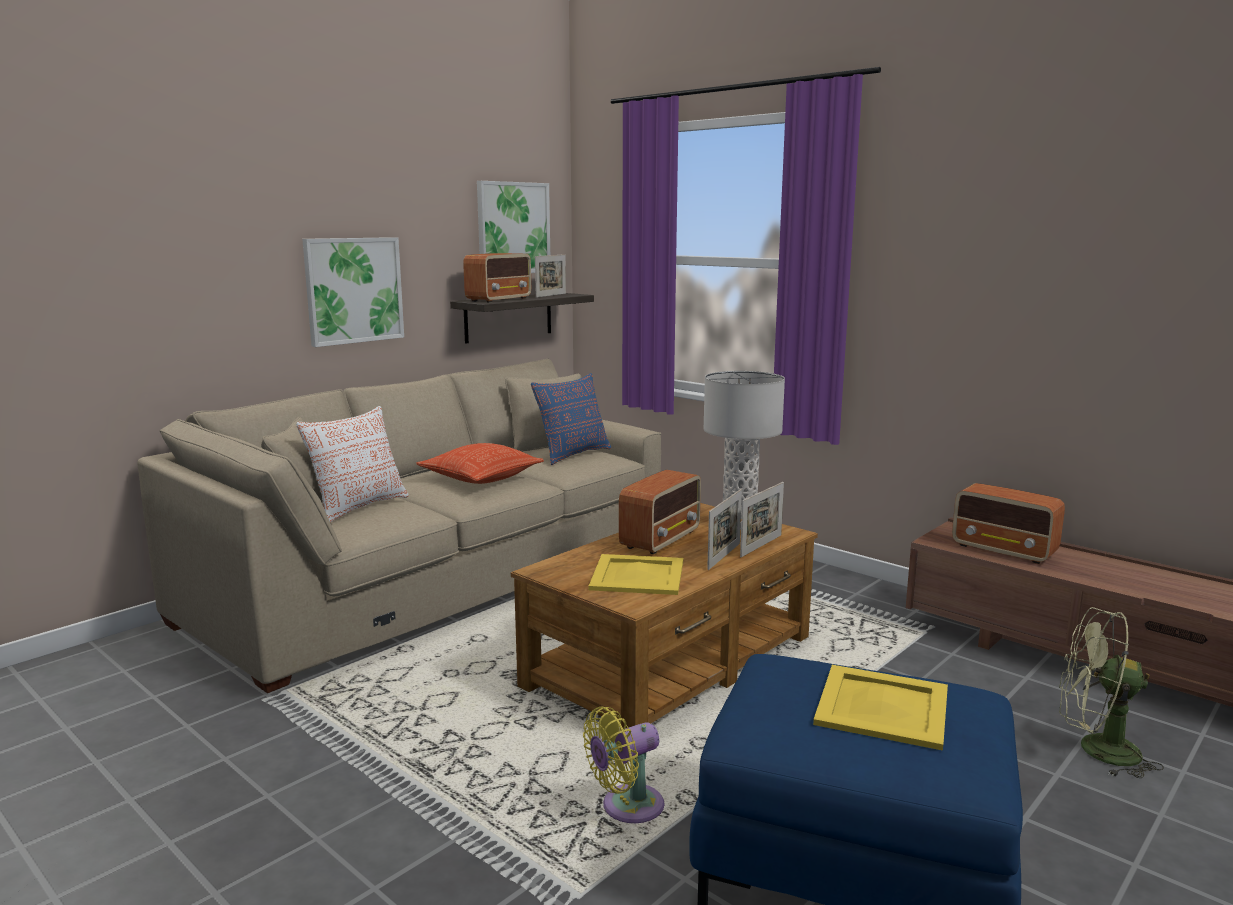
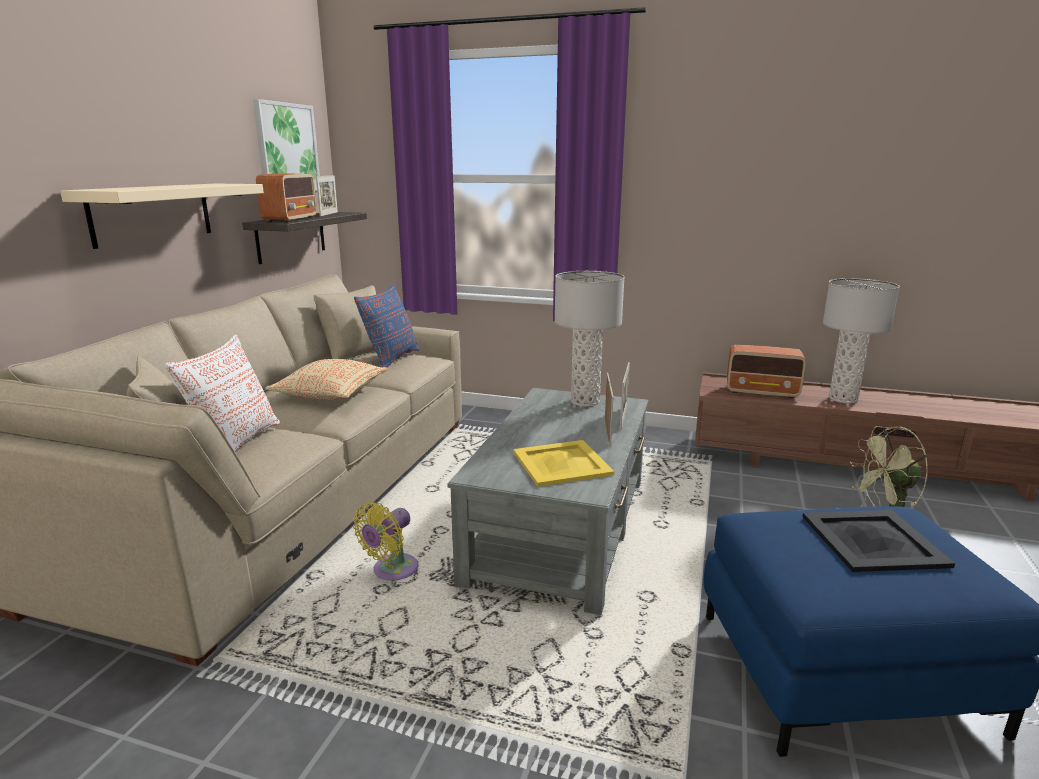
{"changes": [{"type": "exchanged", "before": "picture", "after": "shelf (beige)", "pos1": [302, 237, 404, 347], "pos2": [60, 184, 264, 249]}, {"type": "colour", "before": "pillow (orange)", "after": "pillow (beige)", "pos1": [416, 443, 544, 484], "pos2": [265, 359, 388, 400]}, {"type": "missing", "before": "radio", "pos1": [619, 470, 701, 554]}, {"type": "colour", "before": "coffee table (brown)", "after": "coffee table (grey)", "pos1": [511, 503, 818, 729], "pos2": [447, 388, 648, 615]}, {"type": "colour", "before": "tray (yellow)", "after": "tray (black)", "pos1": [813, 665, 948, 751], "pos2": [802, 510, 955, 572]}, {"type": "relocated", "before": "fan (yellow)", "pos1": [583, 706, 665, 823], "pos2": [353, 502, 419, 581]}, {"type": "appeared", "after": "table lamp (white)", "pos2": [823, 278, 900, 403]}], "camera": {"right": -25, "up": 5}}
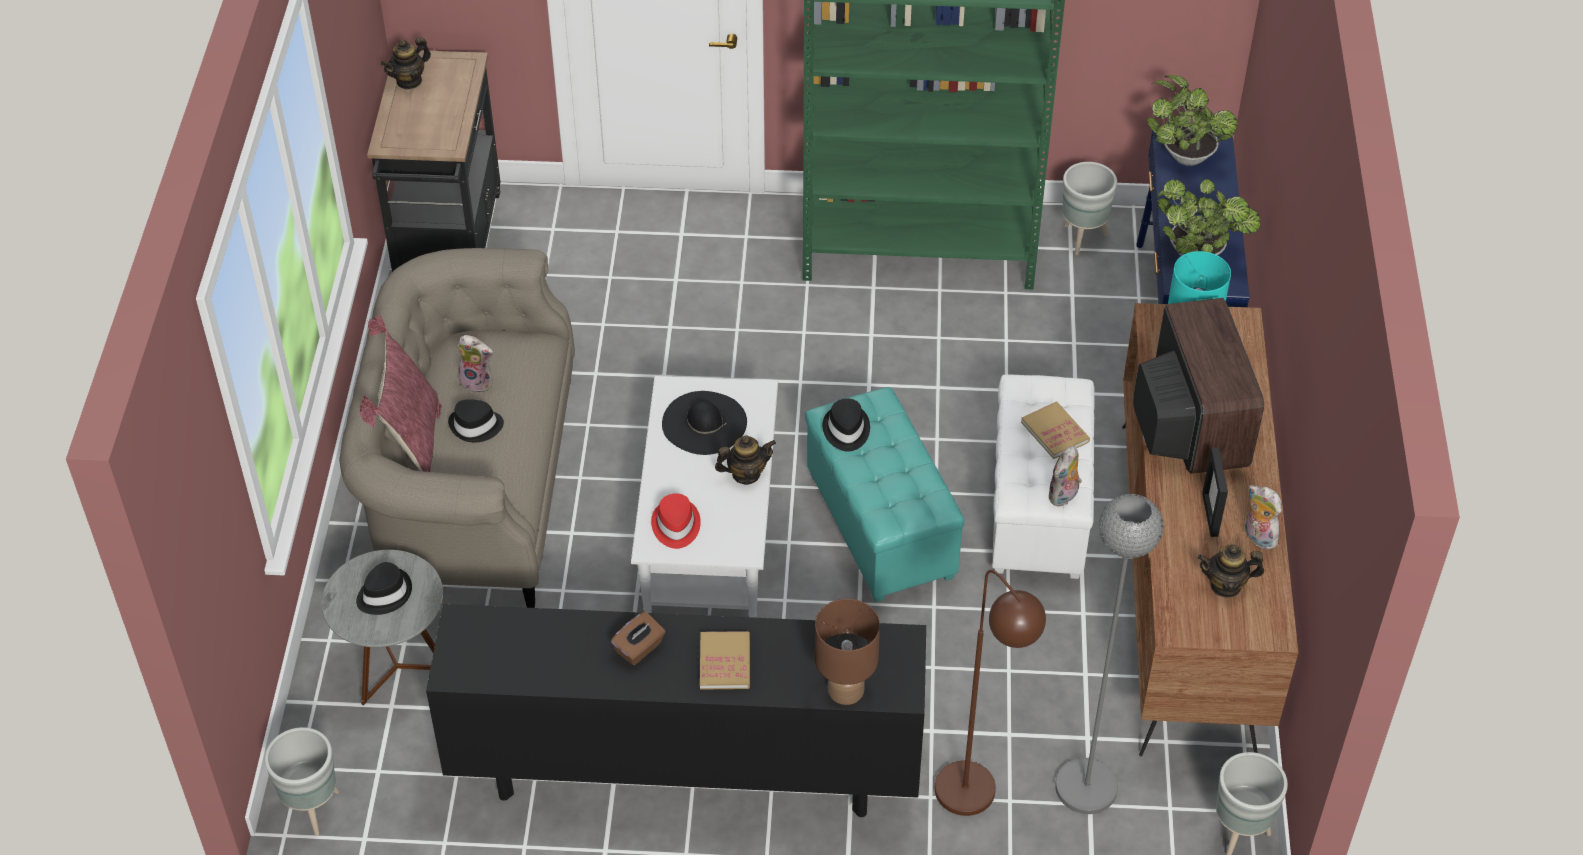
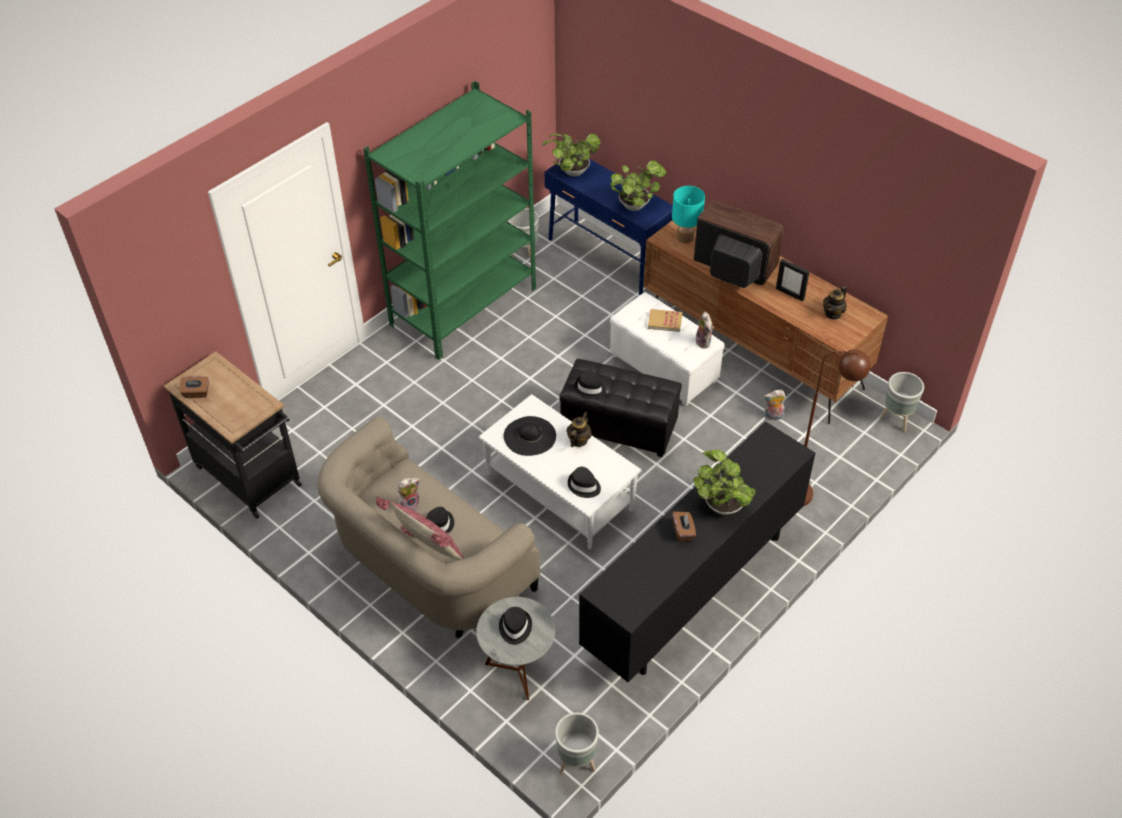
{"changes": [{"type": "exchanged", "before": "teapot", "after": "tissue box (brown)", "pos1": [381, 37, 431, 90], "pos2": [180, 376, 209, 398]}, {"type": "colour", "before": "ottoman (turquoise)", "after": "ottoman (black)", "pos1": [805, 387, 964, 602], "pos2": [559, 359, 682, 457]}, {"type": "relocated", "before": "plush toy", "pos1": [1245, 485, 1281, 550], "pos2": [764, 390, 786, 420]}, {"type": "colour", "before": "hat (red)", "after": "hat (black)", "pos1": [651, 493, 701, 549], "pos2": [568, 467, 601, 498]}, {"type": "missing", "before": "floor lamp (grey)", "pos1": [1055, 494, 1164, 814]}, {"type": "missing", "before": "table lamp (brown)", "pos1": [815, 599, 880, 705]}, {"type": "exchanged", "before": "book", "after": "potted plant", "pos1": [700, 631, 750, 690], "pos2": [694, 450, 756, 515]}], "camera": {"right": -50, "up": 0}}
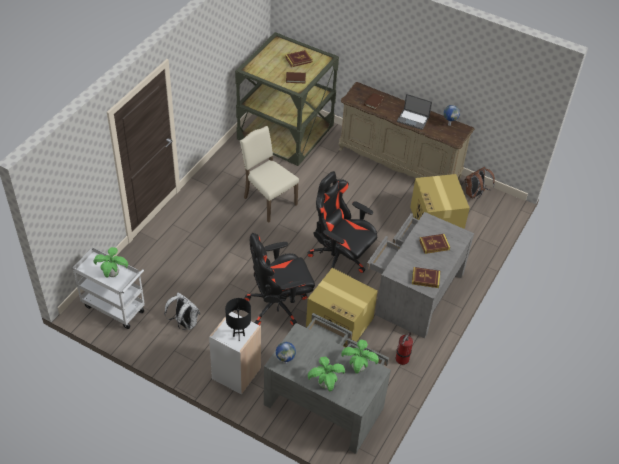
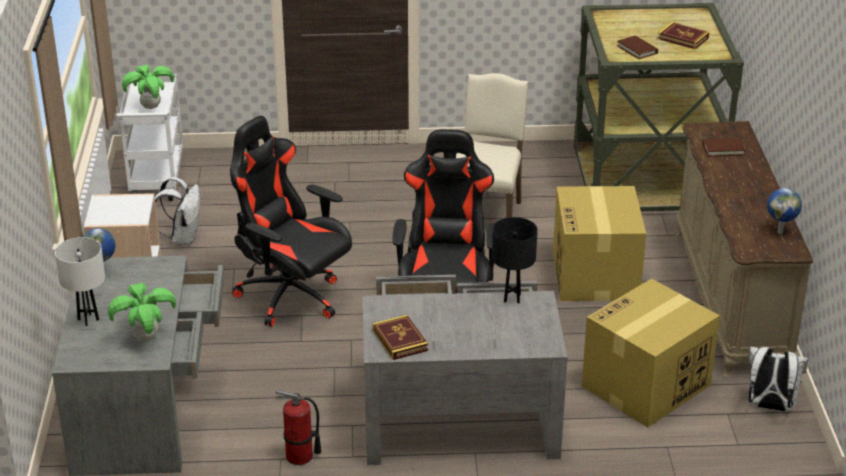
{"changes": [{"type": "missing", "before": "laptop", "pos1": [397, 94, 432, 130]}, {"type": "colour", "before": "backpack (brown)", "after": "backpack (white)", "pos1": [465, 167, 495, 199], "pos2": [748, 347, 808, 412]}, {"type": "missing", "before": "book", "pos1": [419, 234, 450, 254]}, {"type": "relocated", "before": "cardboard box", "pos1": [306, 268, 378, 347], "pos2": [553, 186, 646, 301]}, {"type": "relocated", "before": "table lamp (black)", "pos1": [225, 298, 251, 341], "pos2": [492, 217, 538, 304]}, {"type": "exchanged", "before": "potted plant", "after": "table lamp (white)", "pos1": [308, 356, 345, 391], "pos2": [55, 237, 105, 326]}], "camera": {"right": 60, "up": -15}}
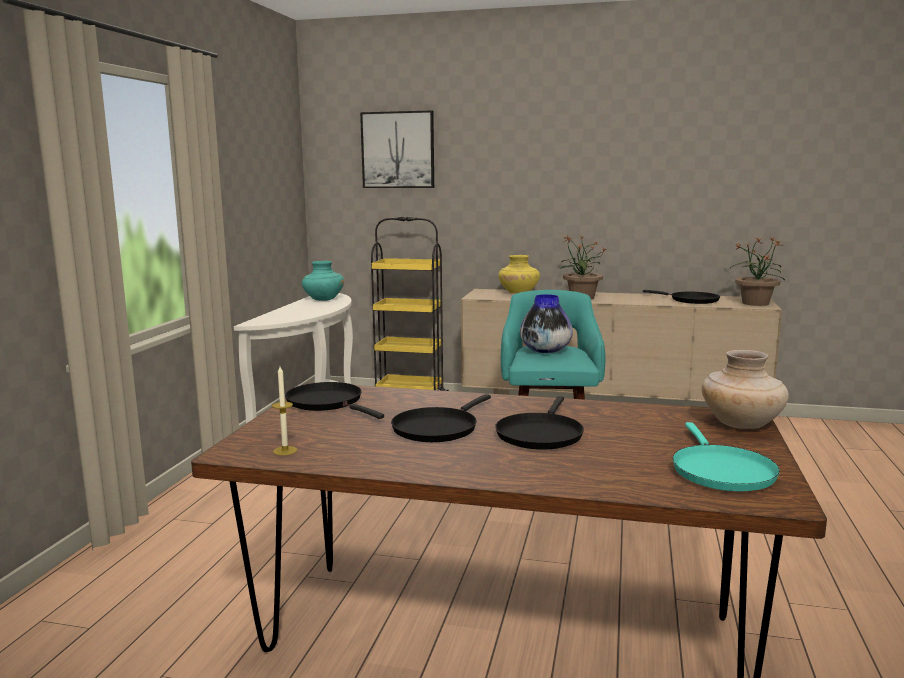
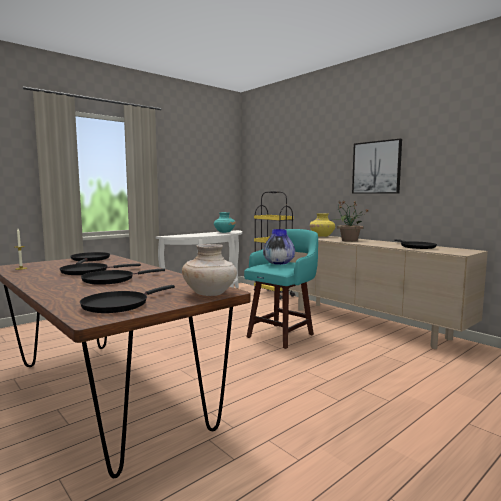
{"changes": [{"type": "relocated", "before": "picture", "pos1": [360, 110, 434, 188], "pos2": [352, 139, 402, 194]}, {"type": "missing", "before": "potted plant", "pos1": [729, 236, 785, 306]}, {"type": "colour", "before": "frying pan (turquoise)", "after": "frying pan (black)", "pos1": [673, 422, 780, 491], "pos2": [80, 285, 175, 313]}], "camera": {"right": 35, "up": -5}}
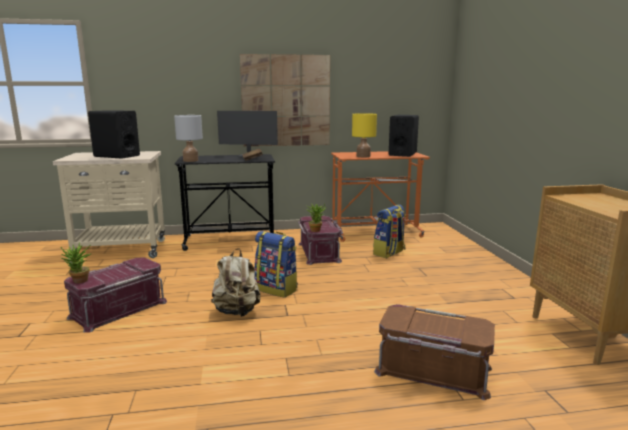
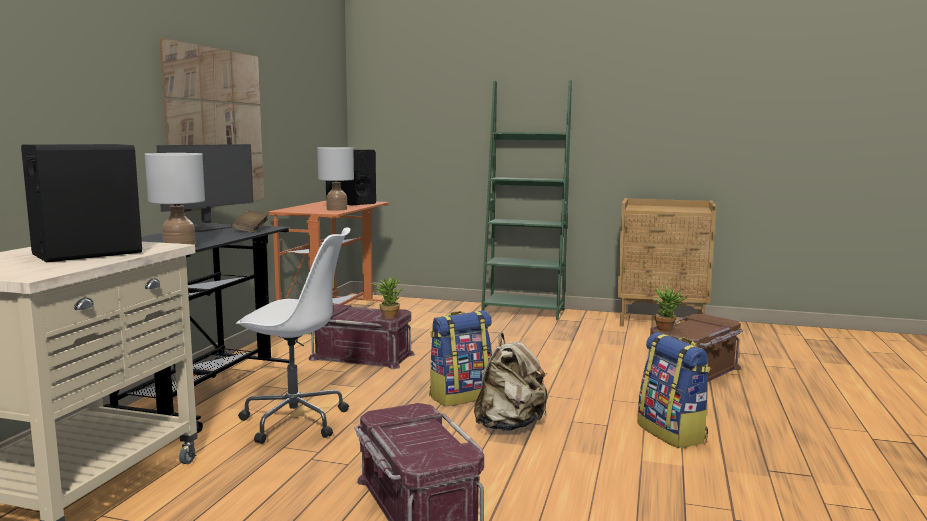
{"changes": [{"type": "colour", "before": "table lamp (yellow)", "after": "table lamp (grey)", "pos1": [352, 113, 377, 157], "pos2": [317, 147, 354, 211]}, {"type": "relocated", "before": "backpack", "pos1": [373, 205, 406, 258], "pos2": [637, 332, 711, 448]}, {"type": "relocated", "before": "potted plant", "pos1": [61, 242, 92, 283], "pos2": [654, 286, 688, 331]}, {"type": "appeared", "after": "bookcase (green)", "pos2": [481, 80, 572, 320]}, {"type": "appeared", "after": "office chair (white)", "pos2": [236, 227, 351, 444]}], "camera": {"right": -65, "up": -5}}
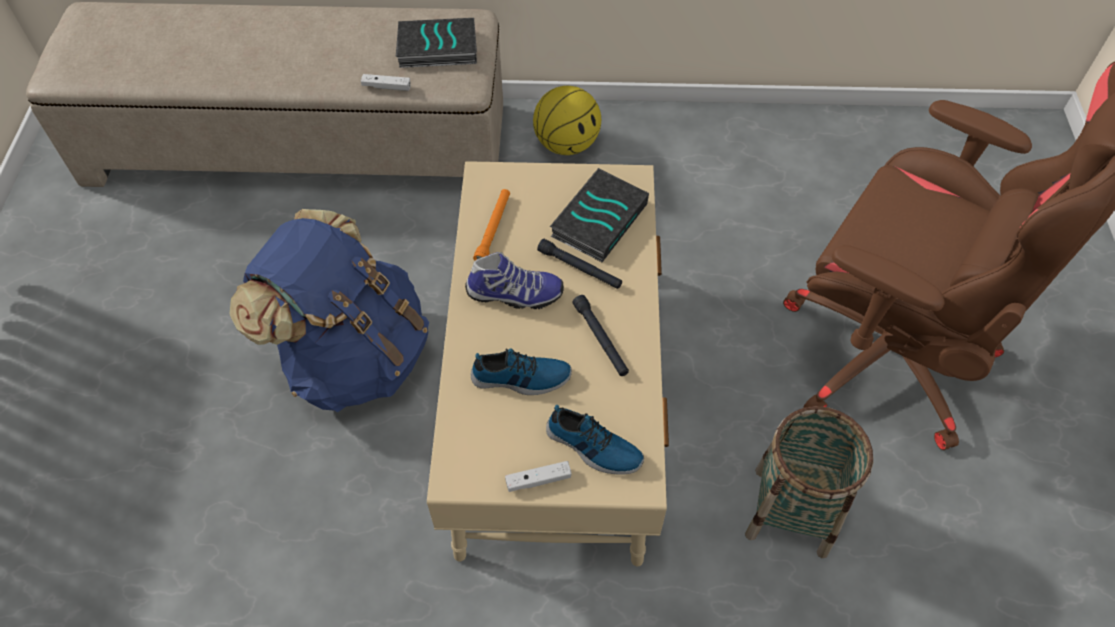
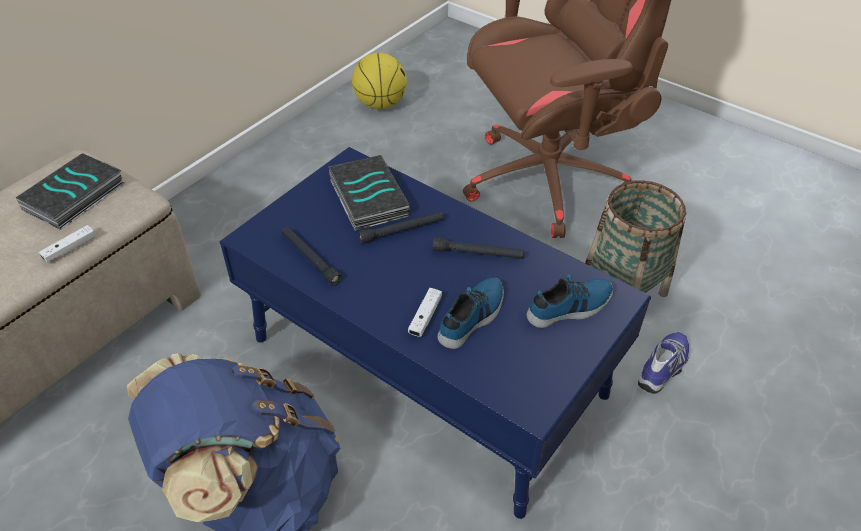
{"changes": [{"type": "relocated", "before": "basketball", "pos1": [533, 86, 601, 155], "pos2": [352, 53, 407, 109]}, {"type": "colour", "before": "coffee table (beige)", "after": "coffee table (blue)", "pos1": [427, 161, 669, 566], "pos2": [220, 147, 651, 519]}, {"type": "colour", "before": "flashlight (orange)", "after": "flashlight (black)", "pos1": [473, 189, 510, 261], "pos2": [282, 227, 342, 286]}, {"type": "relocated", "before": "shoe", "pos1": [465, 252, 564, 309], "pos2": [638, 332, 689, 394]}, {"type": "relocated", "before": "game controller (white)", "pos1": [505, 461, 572, 492], "pos2": [408, 288, 442, 337]}], "camera": {"right": -55, "up": -10}}
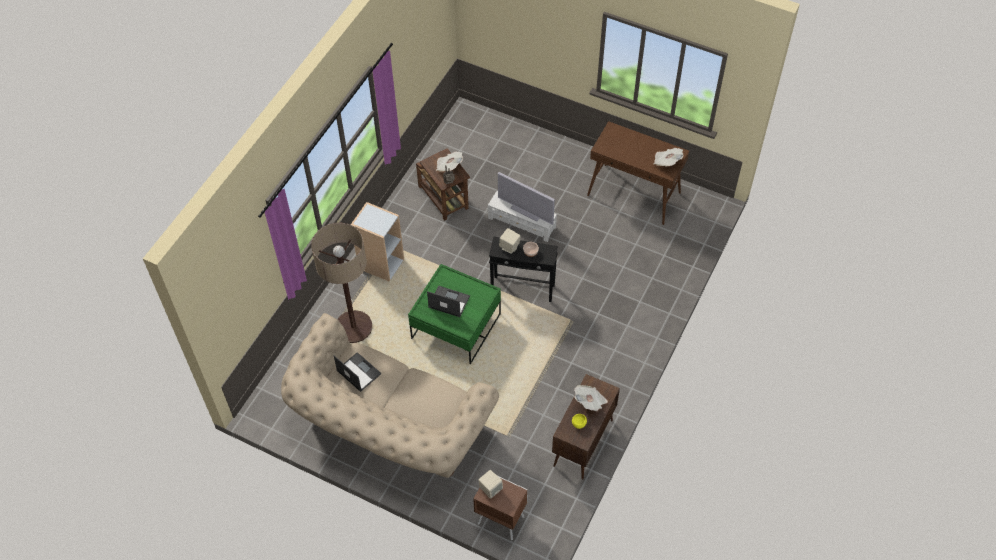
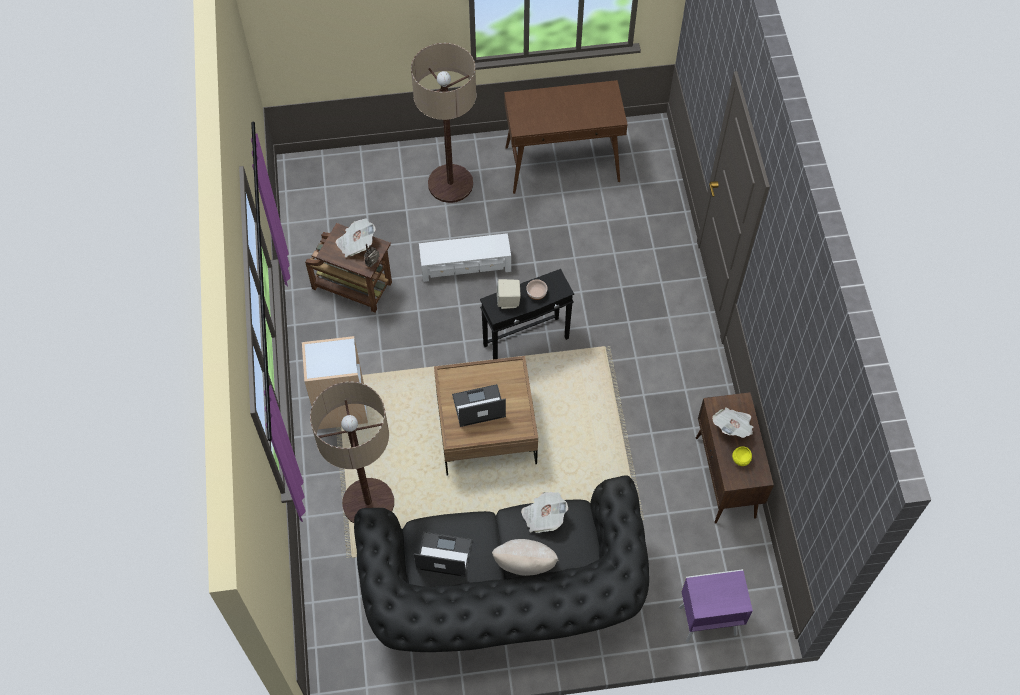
{"changes": [{"type": "relocated", "before": "newspaper", "pos1": [653, 148, 684, 166], "pos2": [521, 492, 568, 533]}, {"type": "missing", "before": "television", "pos1": [498, 172, 555, 225]}, {"type": "colour", "before": "coffee table (green)", "after": "coffee table (brown)", "pos1": [408, 264, 501, 364], "pos2": [434, 356, 538, 475]}, {"type": "colour", "before": "sofa (beige)", "after": "sofa (black)", "pos1": [281, 313, 499, 478], "pos2": [354, 475, 649, 652]}, {"type": "missing", "before": "speaker (beige)", "pos1": [478, 470, 503, 498]}, {"type": "colour", "before": "nightstand (brown)", "after": "nightstand (purple)", "pos1": [473, 476, 528, 540], "pos2": [679, 569, 753, 643]}, {"type": "appeared", "after": "floor lamp", "pos2": [411, 43, 476, 203]}, {"type": "appeared", "after": "pillow (beige)", "pos2": [492, 539, 559, 576]}], "camera": {"right": -35, "up": 5}}
